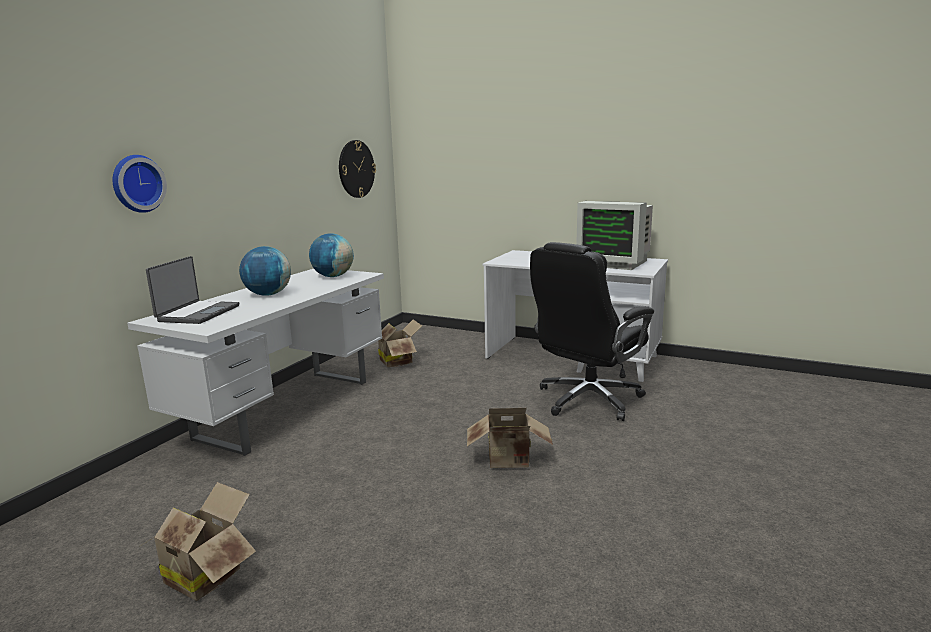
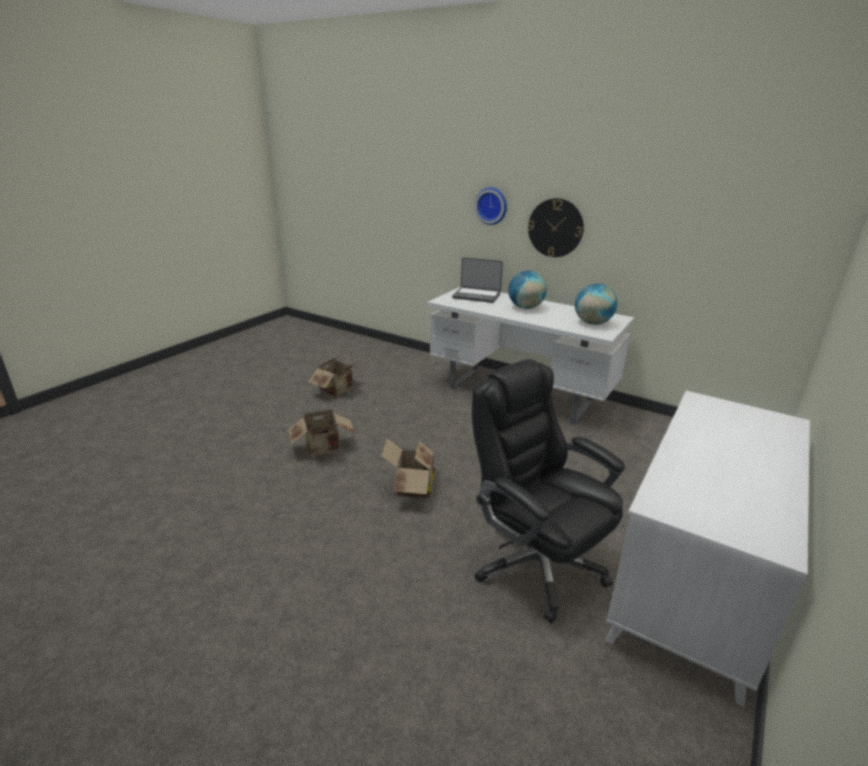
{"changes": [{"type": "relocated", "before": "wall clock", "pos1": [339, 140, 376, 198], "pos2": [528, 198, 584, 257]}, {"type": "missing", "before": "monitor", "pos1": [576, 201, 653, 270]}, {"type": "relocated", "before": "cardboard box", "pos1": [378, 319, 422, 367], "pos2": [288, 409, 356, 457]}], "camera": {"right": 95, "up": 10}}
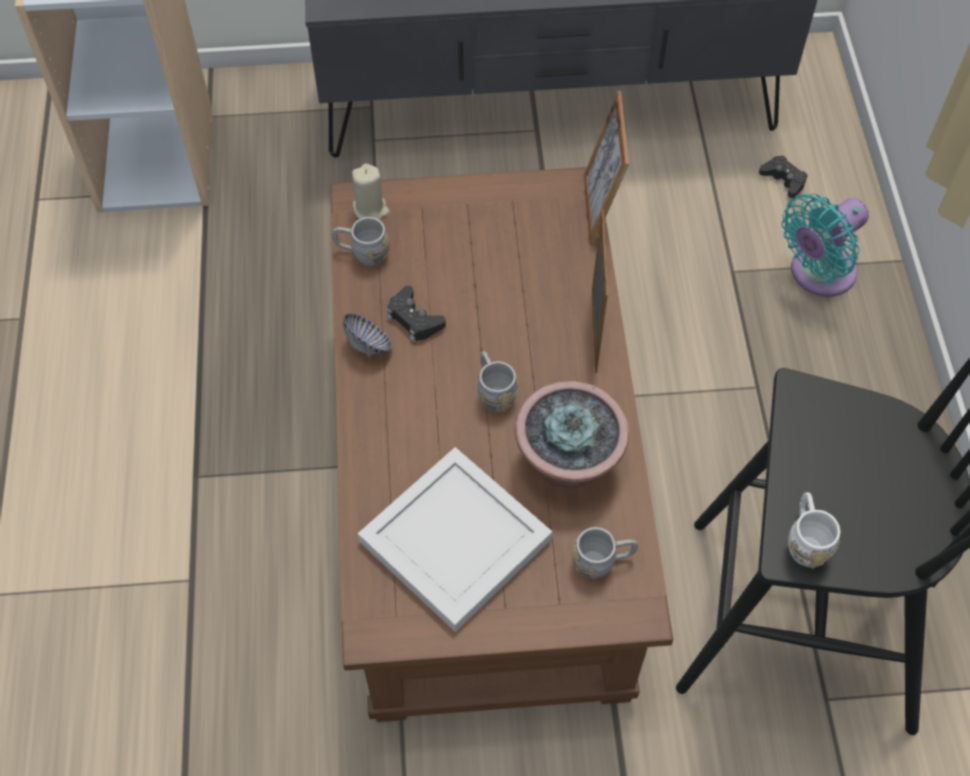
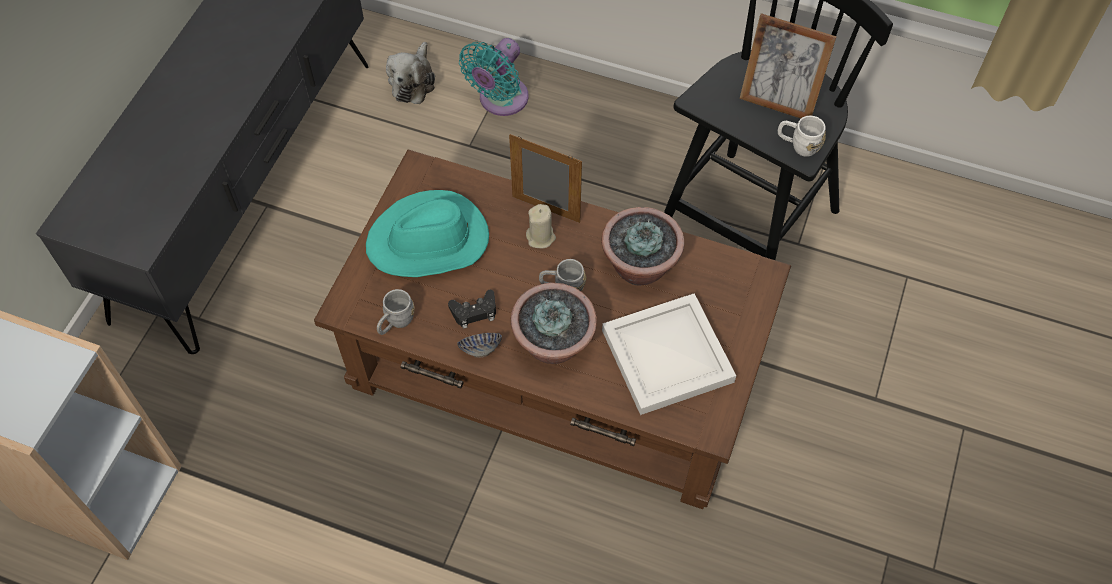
{"changes": [{"type": "relocated", "before": "picture frame", "pos1": [584, 91, 629, 245], "pos2": [739, 13, 837, 118]}, {"type": "exchanged", "before": "game controller (black)", "after": "plush toy", "pos1": [759, 155, 808, 198], "pos2": [386, 42, 435, 104]}, {"type": "relocated", "before": "candle (beige)", "pos1": [352, 164, 390, 220], "pos2": [526, 204, 556, 248]}, {"type": "spun", "before": "fan (turquoise)", "pos1": [782, 194, 869, 297], "pos2": [459, 38, 529, 116], "turn": 45}, {"type": "missing", "before": "mug (grey)", "pos1": [572, 527, 638, 579]}, {"type": "appeared", "after": "hat (turquoise)", "pos2": [366, 190, 489, 277]}, {"type": "appeared", "after": "potted plant", "pos2": [511, 282, 597, 364]}], "camera": {"right": -65, "up": 0}}
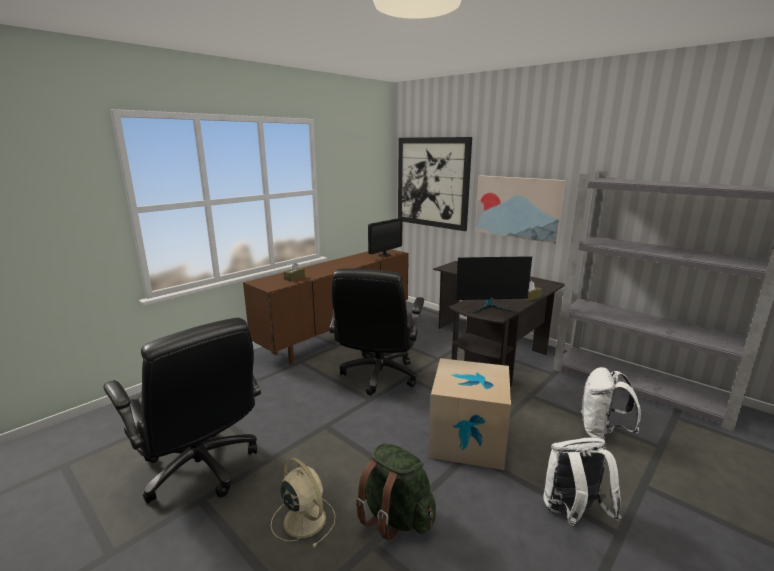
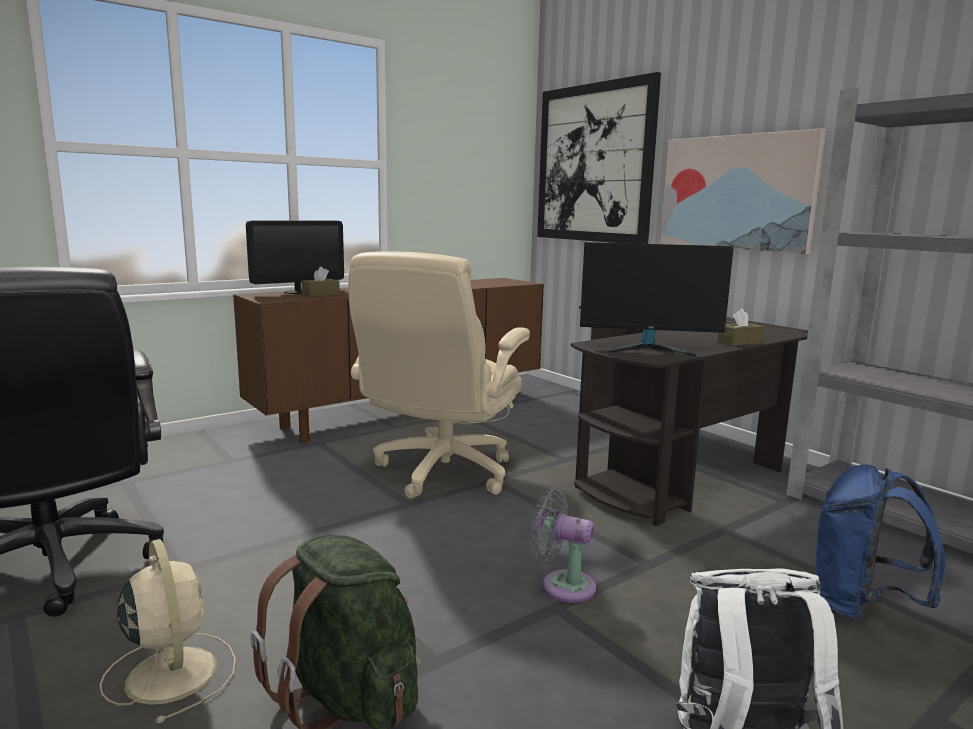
{"changes": [{"type": "relocated", "before": "monitor", "pos1": [368, 218, 402, 257], "pos2": [246, 220, 344, 294]}, {"type": "colour", "before": "office chair (black)", "after": "office chair (beige)", "pos1": [329, 268, 424, 396], "pos2": [348, 251, 530, 499]}, {"type": "exchanged", "before": "cardboard box", "after": "fan (grey)", "pos1": [429, 358, 511, 470], "pos2": [530, 489, 596, 603]}, {"type": "colour", "before": "backpack (white)", "after": "backpack (blue)", "pos1": [581, 367, 641, 440], "pos2": [816, 464, 946, 621]}], "camera": {"right": 10, "up": -5}}
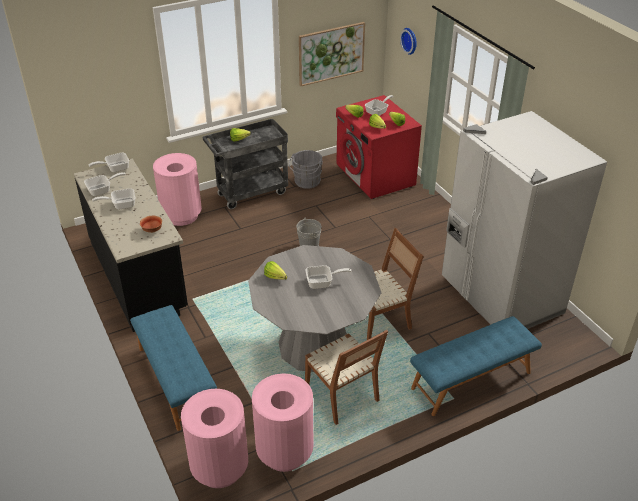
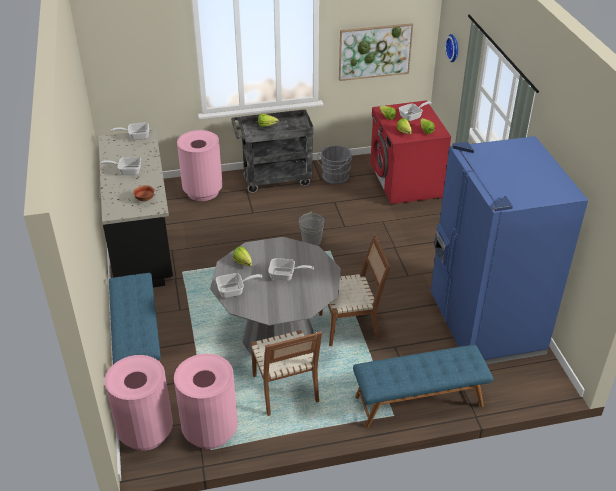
{"changes": [{"type": "colour", "before": "fridge (white)", "after": "fridge (blue)", "pos1": [442, 111, 607, 329], "pos2": [431, 136, 588, 364]}, {"type": "relocated", "before": "frying pan", "pos1": [84, 172, 126, 196], "pos2": [216, 273, 262, 298]}], "camera": {"right": 15, "up": 0}}
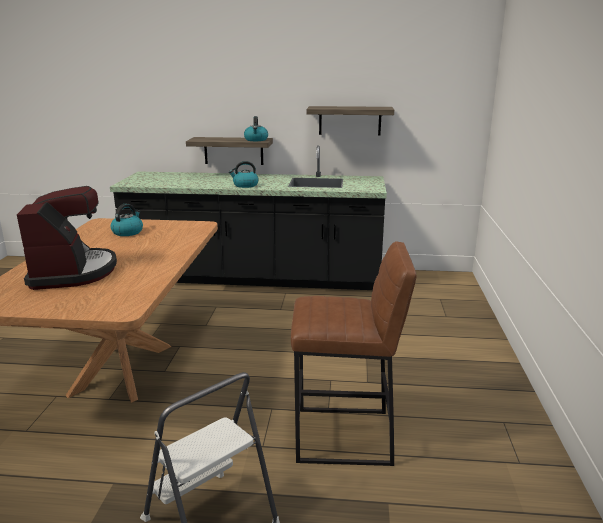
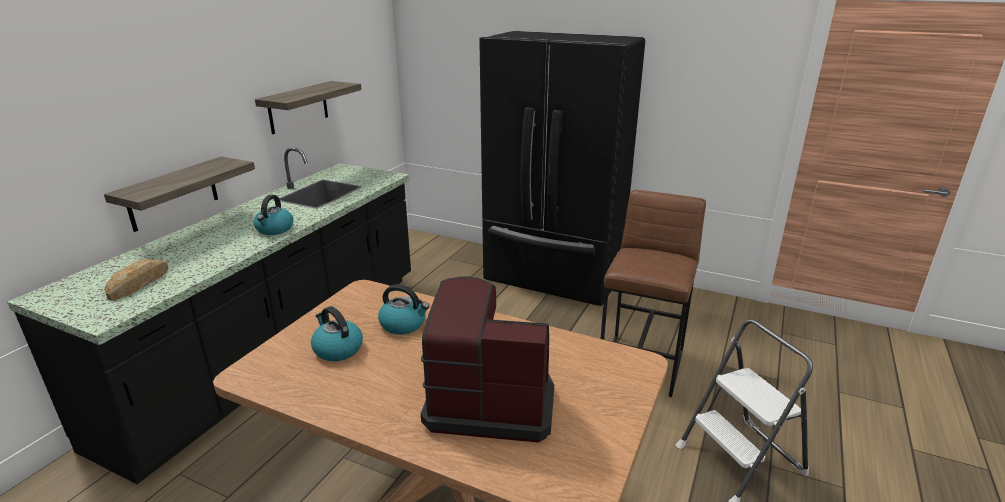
{"changes": [{"type": "relocated", "before": "kettle", "pos1": [244, 116, 268, 141], "pos2": [378, 284, 429, 335]}, {"type": "appeared", "after": "fridge (black)", "pos2": [479, 31, 645, 306]}, {"type": "appeared", "after": "bread", "pos2": [104, 259, 169, 300]}], "camera": {"right": -70, "up": 5}}
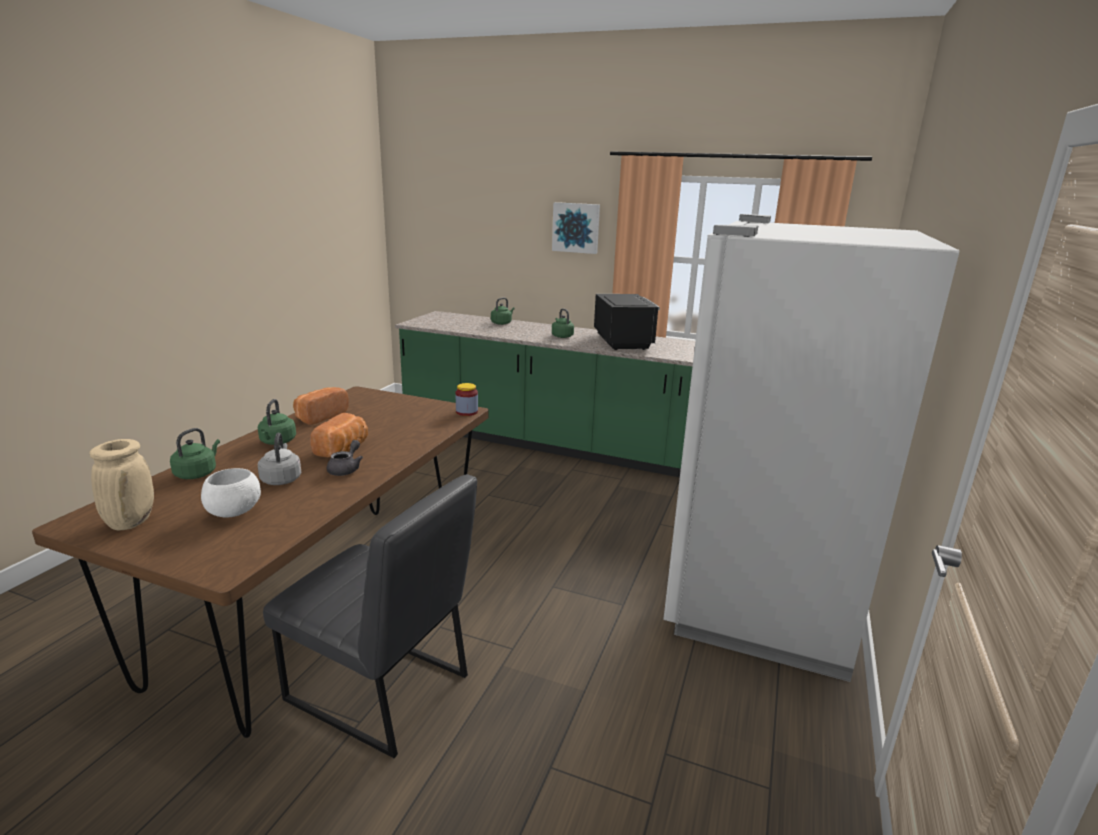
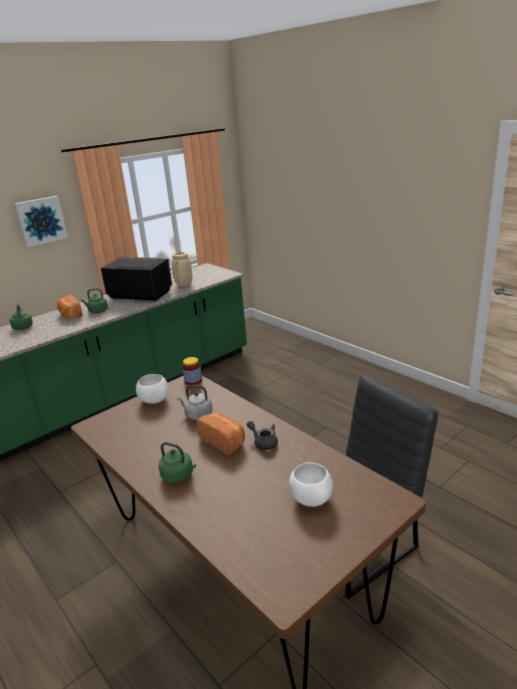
{"changes": [{"type": "missing", "before": "fridge (white)", "pos1": [663, 214, 959, 682]}, {"type": "relocated", "before": "bread", "pos1": [293, 387, 349, 425], "pos2": [57, 295, 83, 318]}, {"type": "missing", "before": "kettle (green)", "pos1": [170, 428, 220, 479]}, {"type": "relocated", "before": "kettle (grey)", "pos1": [258, 433, 301, 485], "pos2": [177, 385, 213, 420]}, {"type": "relocated", "before": "vase (beige)", "pos1": [89, 439, 154, 530], "pos2": [172, 252, 192, 287]}, {"type": "appeared", "after": "bowl (white)", "pos2": [136, 374, 169, 404]}], "camera": {"right": -60, "up": 5}}
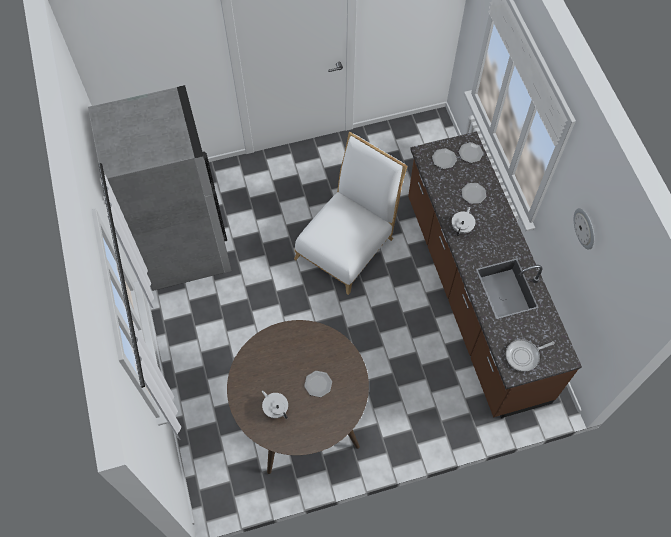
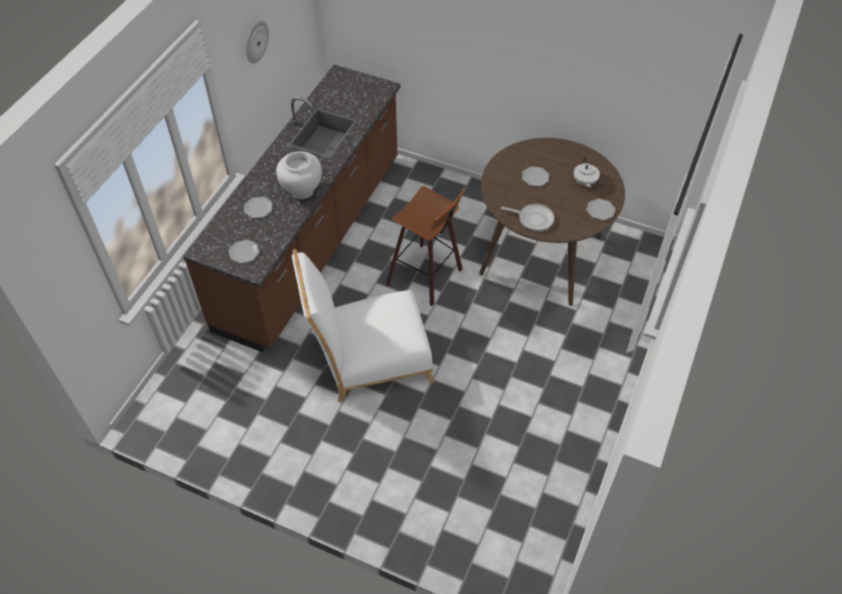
{"changes": [{"type": "missing", "before": "fridge (grey)", "pos1": [88, 85, 232, 291]}, {"type": "relocated", "before": "plate", "pos1": [458, 142, 484, 163], "pos2": [586, 199, 616, 220]}, {"type": "exchanged", "before": "teapot (white)", "after": "vase (white)", "pos1": [452, 207, 475, 236], "pos2": [276, 151, 322, 199]}, {"type": "relocated", "before": "frying pan", "pos1": [506, 339, 555, 372], "pos2": [501, 204, 555, 232]}, {"type": "appeared", "after": "stool", "pos2": [386, 186, 465, 306]}], "camera": {"right": -140, "up": -10}}
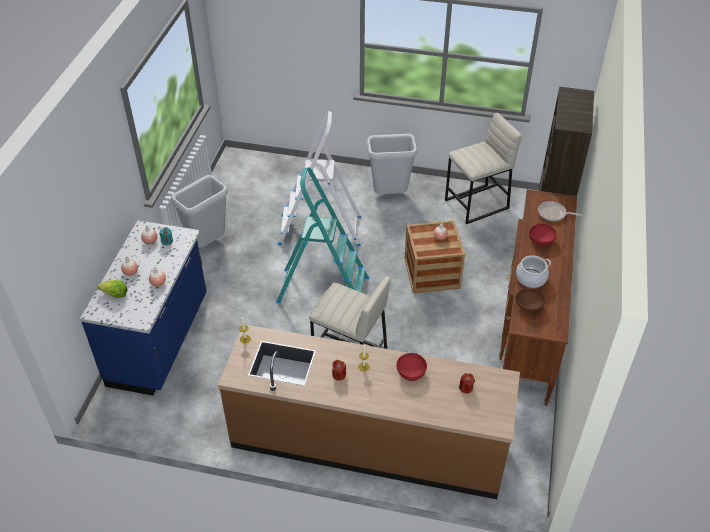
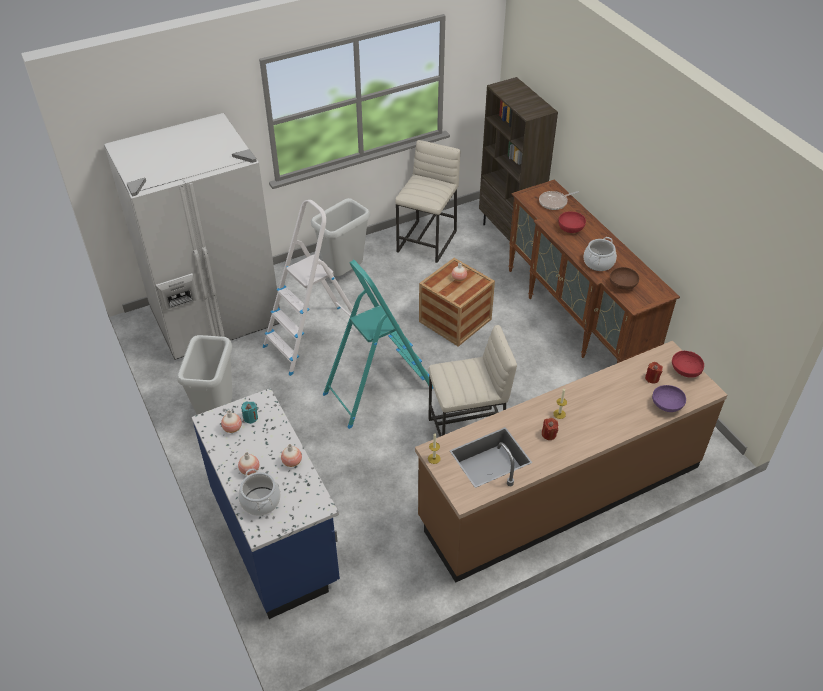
{"changes": [{"type": "exchanged", "before": "lettuce", "after": "cooking pot", "pos1": [97, 280, 128, 298], "pos2": [238, 468, 281, 516]}, {"type": "relocated", "before": "bowl (red)", "pos1": [396, 353, 427, 381], "pos2": [672, 351, 704, 378]}, {"type": "appeared", "after": "fridge (white)", "pos2": [104, 113, 280, 360]}, {"type": "appeared", "after": "bowl (purple)", "pos2": [652, 385, 686, 412]}], "camera": {"right": -40, "up": 0}}
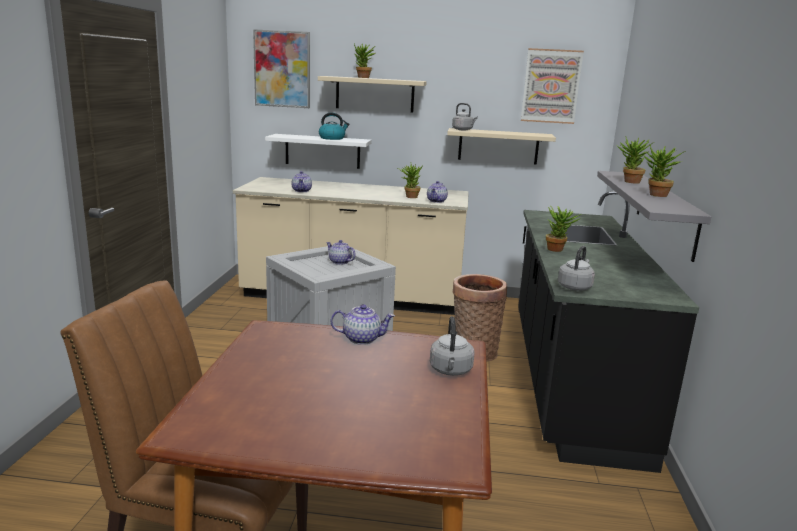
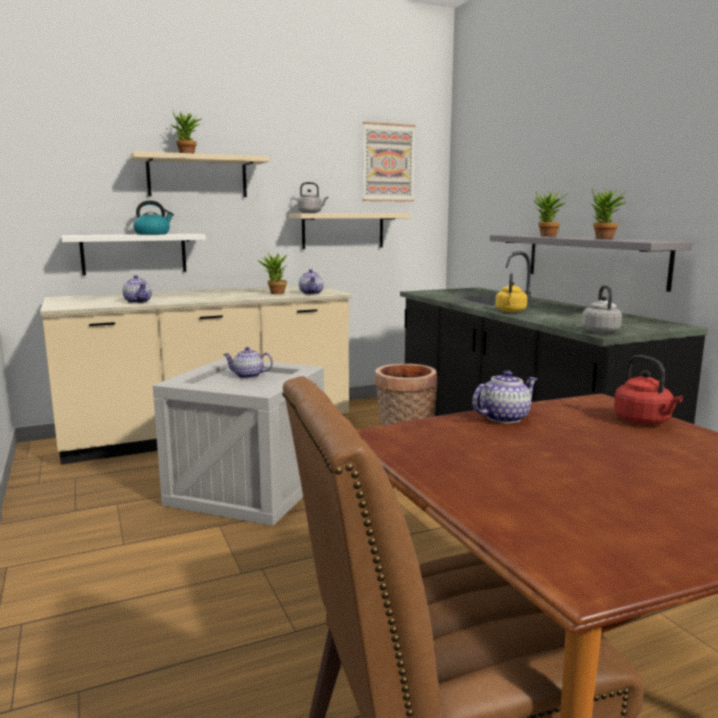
{"changes": [{"type": "missing", "before": "picture", "pos1": [253, 29, 310, 108]}, {"type": "exchanged", "before": "potted plant", "after": "kettle (yellow)", "pos1": [546, 206, 581, 252], "pos2": [496, 273, 527, 312]}, {"type": "colour", "before": "kettle (grey)", "after": "kettle (red)", "pos1": [430, 316, 475, 376], "pos2": [614, 355, 683, 425]}], "camera": {"right": -30, "up": -5}}
